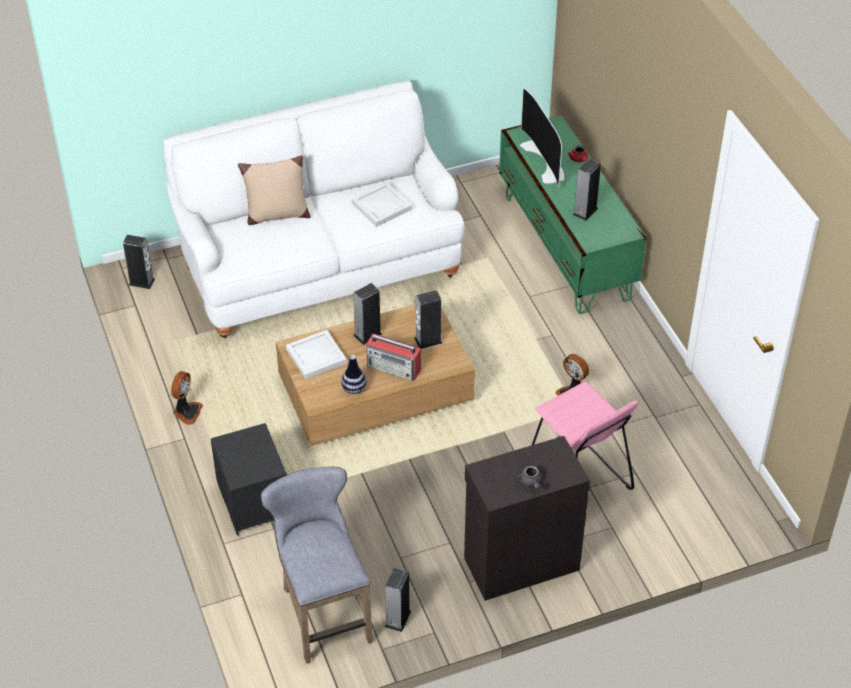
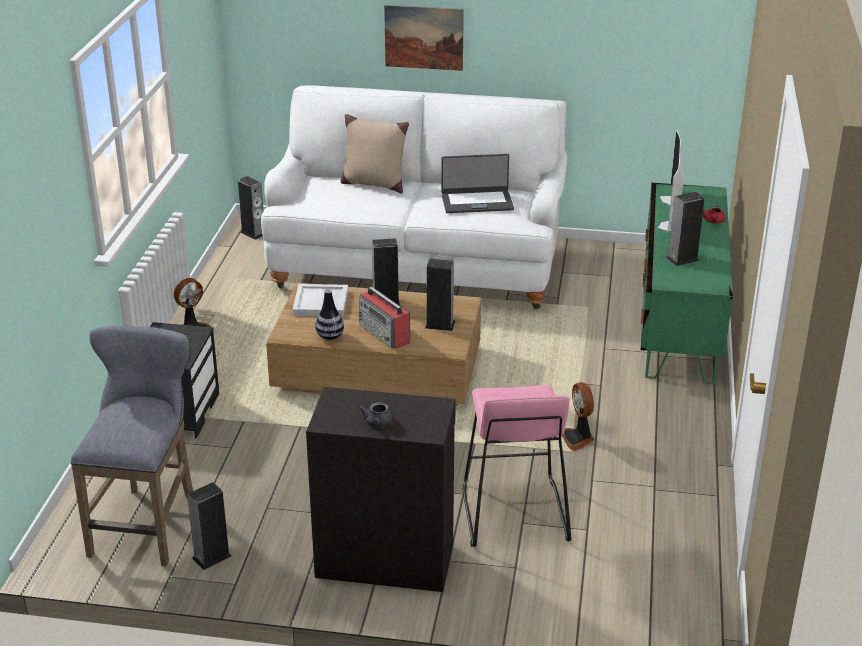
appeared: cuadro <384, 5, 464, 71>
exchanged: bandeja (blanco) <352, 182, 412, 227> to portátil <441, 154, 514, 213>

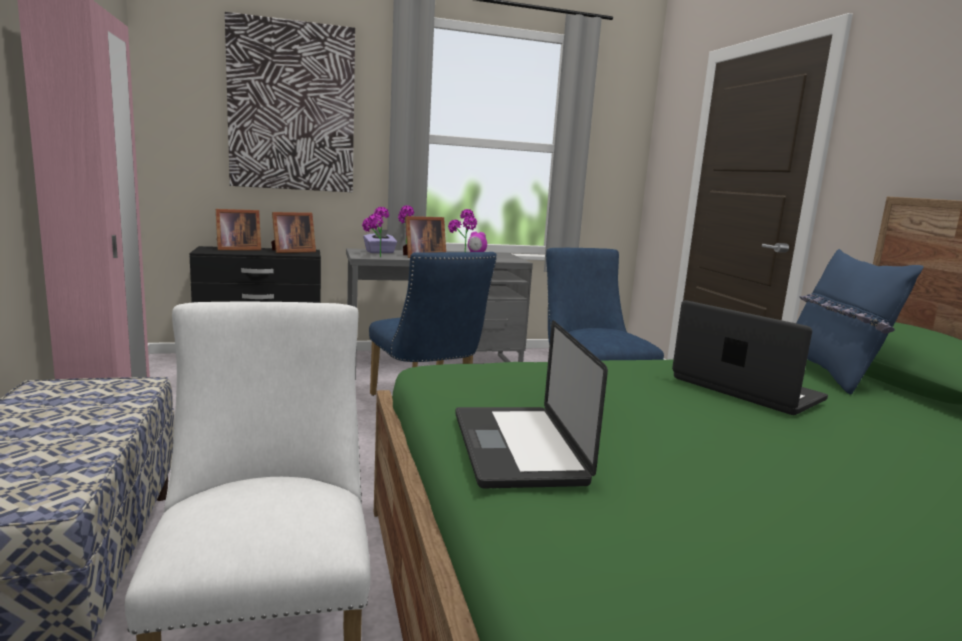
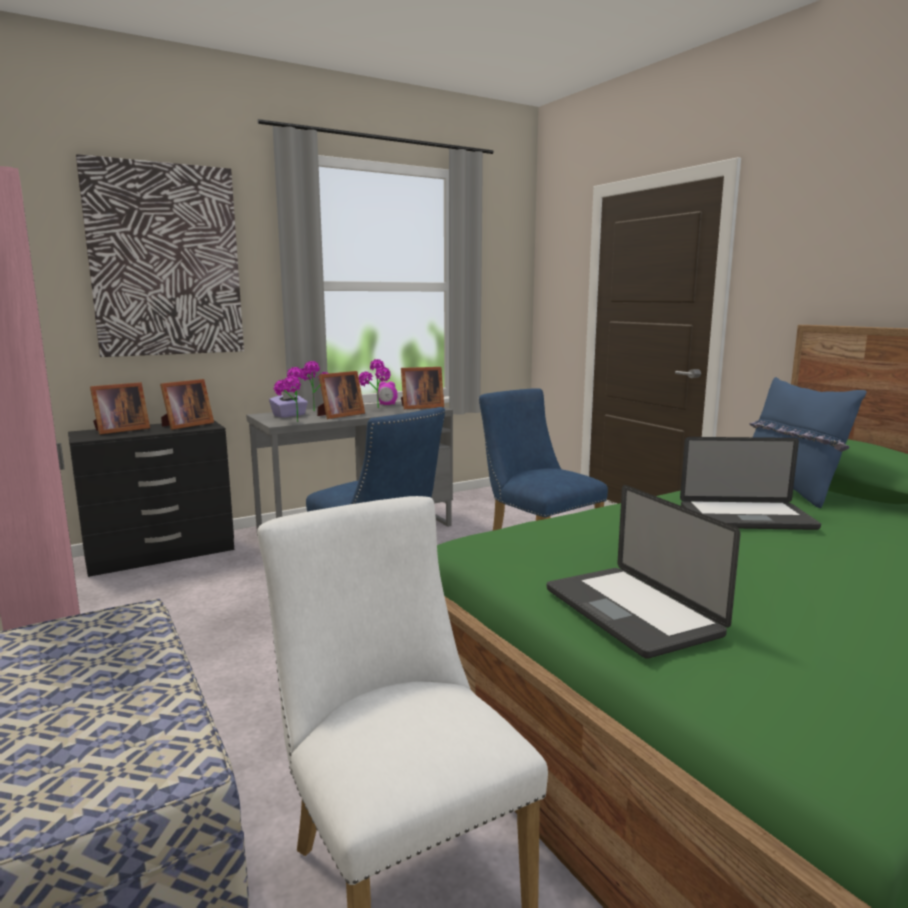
appeared: portarretratos <401, 367, 444, 409>
spun: portátil <672, 300, 828, 415> = <680, 437, 821, 530> 150 degrees clockwise

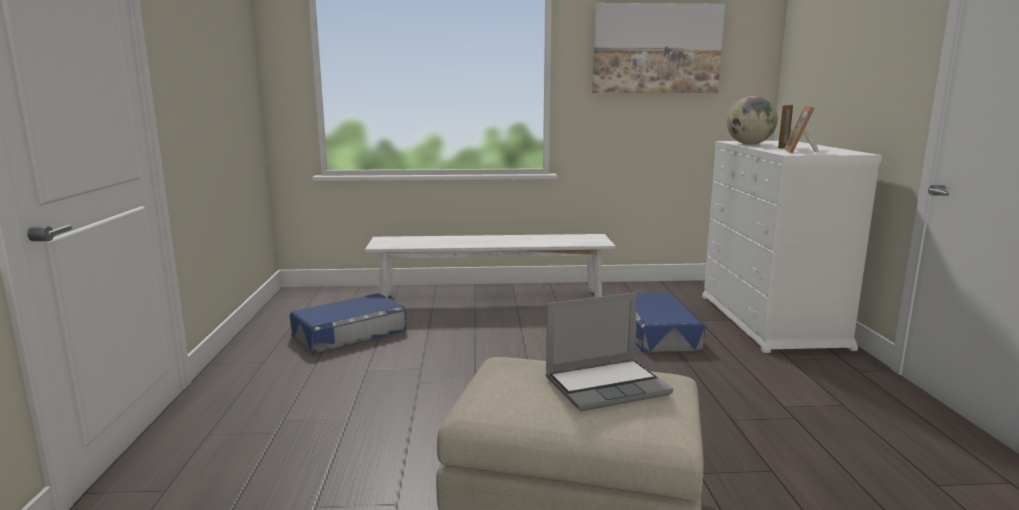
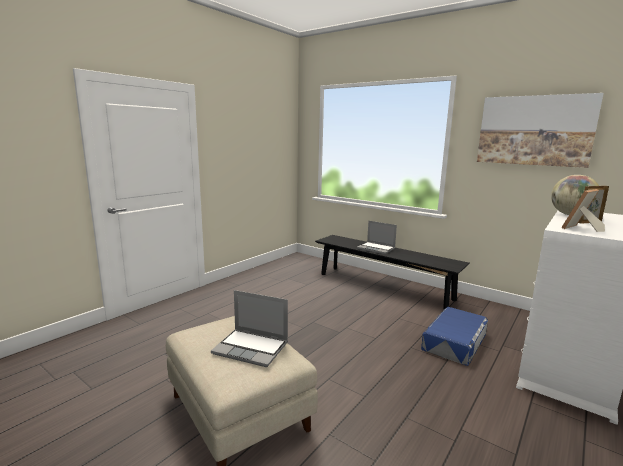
missing: caja de almacenaje (azul) <290, 293, 406, 354>
appeared: portátil <357, 221, 397, 254>
colour: banco (blanco) <365, 234, 616, 298> to banco (negro) <315, 235, 470, 309>

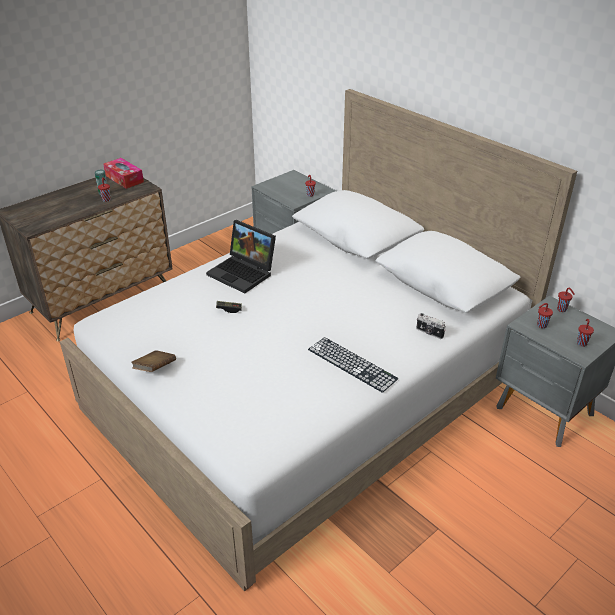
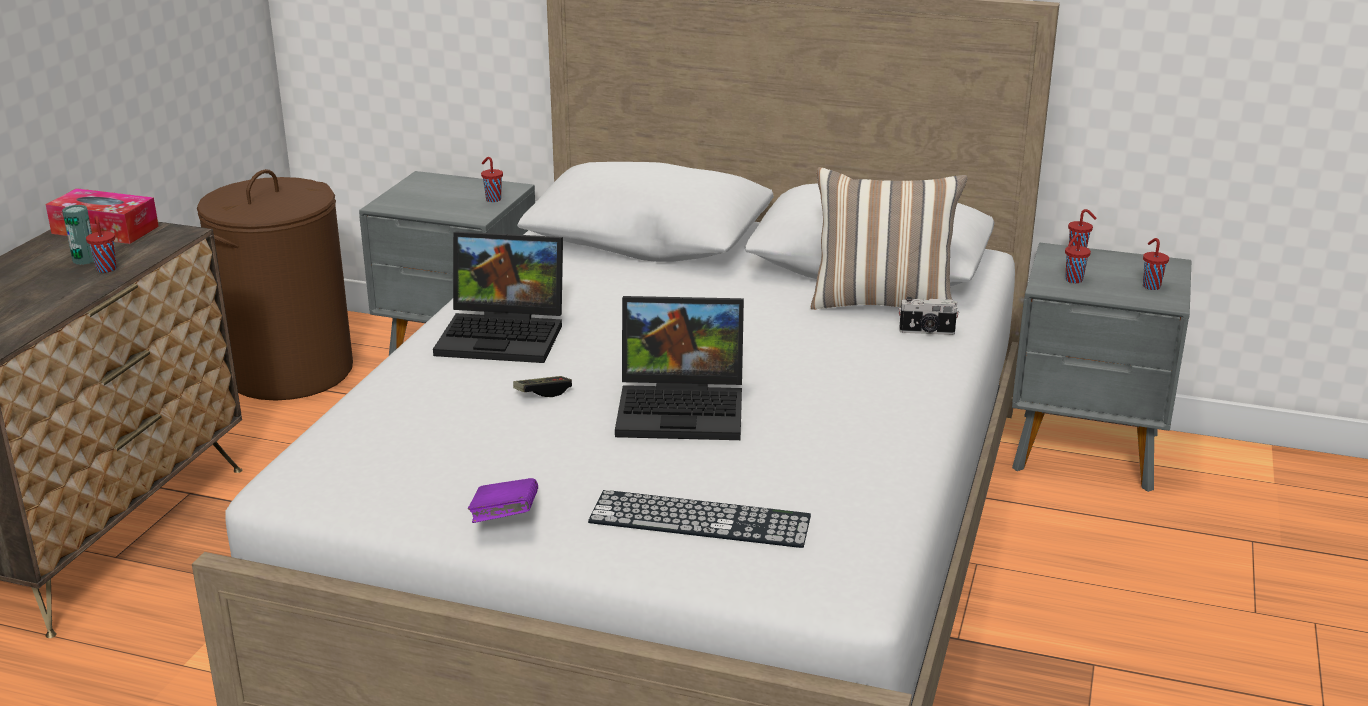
appeared: cesto de la ropa (marrón) <197, 169, 353, 401>; portátil <615, 296, 744, 440>; cojín <811, 167, 968, 310>
relocated: teclado <308, 337, 399, 393> to <588, 490, 811, 548>
colour: libro (marrón) <131, 350, 176, 372> to libro (morado) <468, 478, 538, 523>

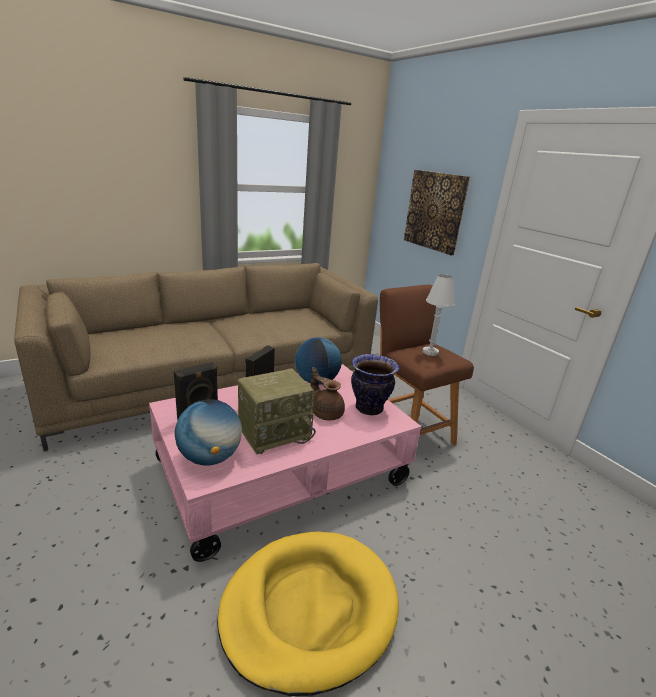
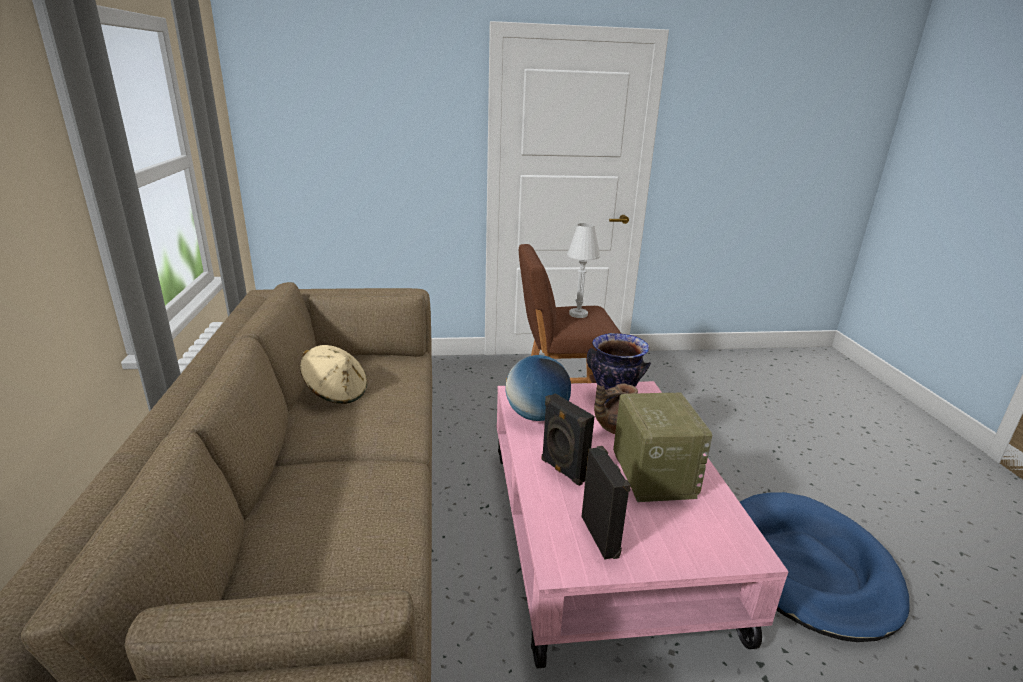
missing: globo terráqueo <175, 399, 242, 465>; cuadro <404, 170, 470, 255>
appeared: sombrero (beis) <300, 345, 367, 404>
colour: cama para perro (amarillo) <217, 532, 399, 696> to cama para perro (azul) <740, 492, 910, 642>

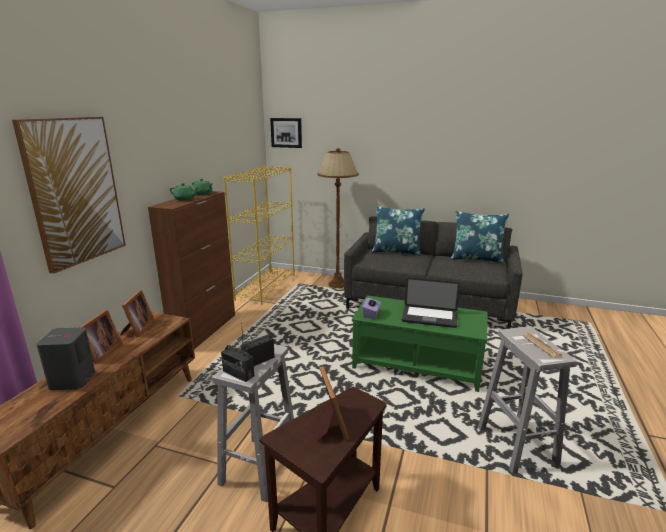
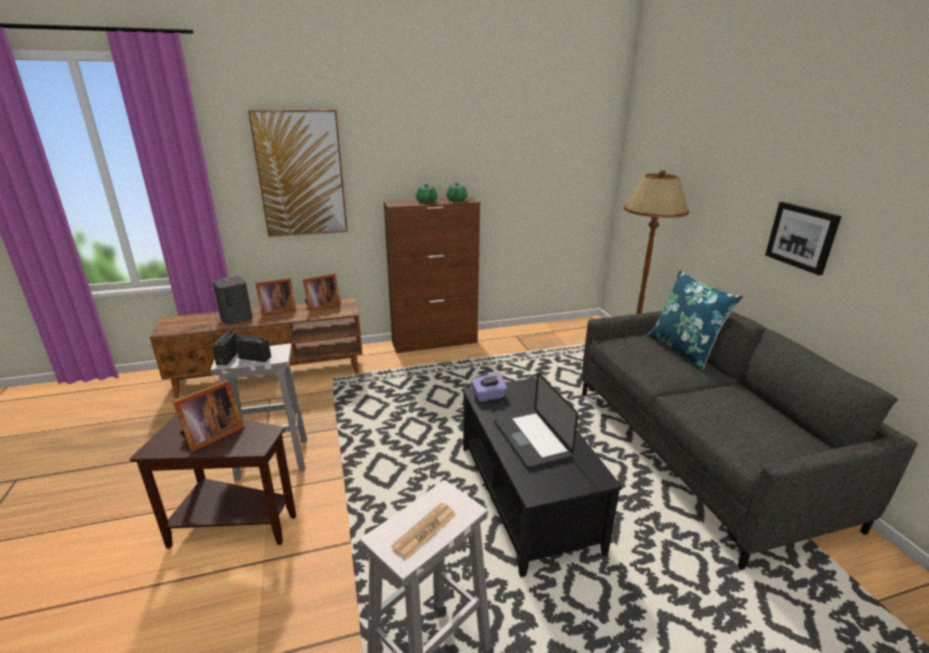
missing: estantería (amarillo) <223, 166, 295, 305>; cojín (azul) <451, 211, 509, 264>
relocated: cuadro <270, 118, 302, 148> to <765, 202, 841, 275>
colour: mesa de centro (verde) <352, 295, 488, 392> to mesa de centro (negro) <463, 378, 622, 577>

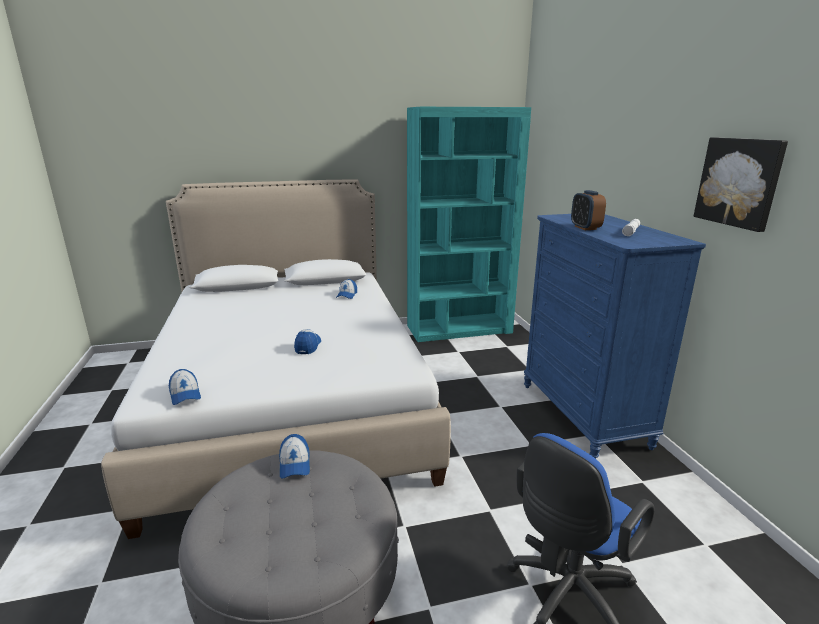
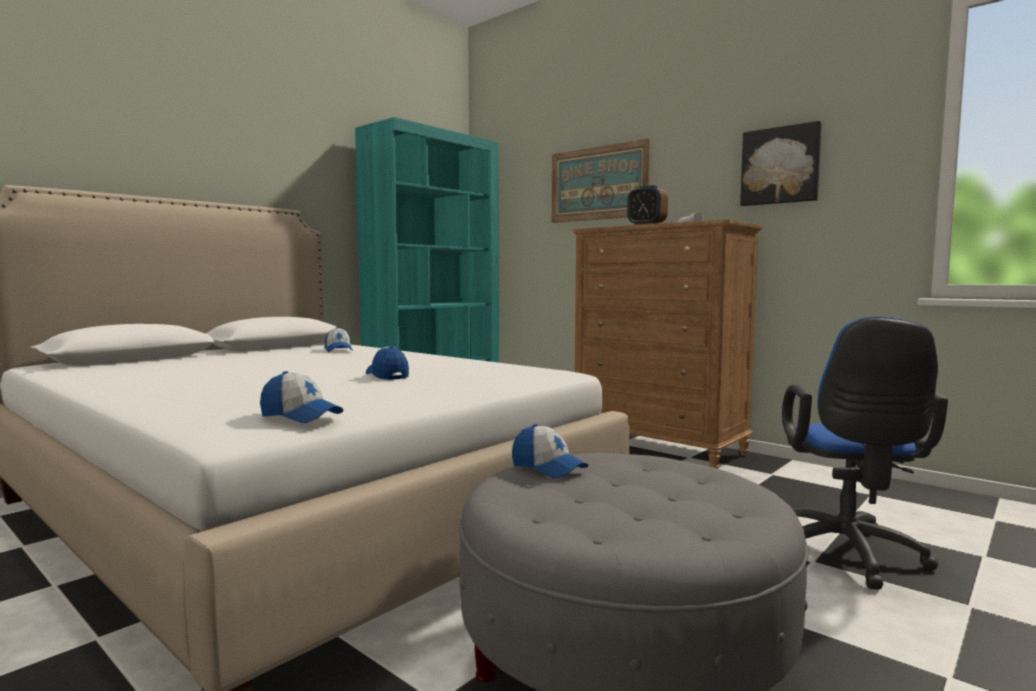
appeared: cuadro <552, 138, 651, 223>
colour: cómoda (azul) <524, 214, 706, 459> to cómoda (marrón) <573, 219, 762, 468>

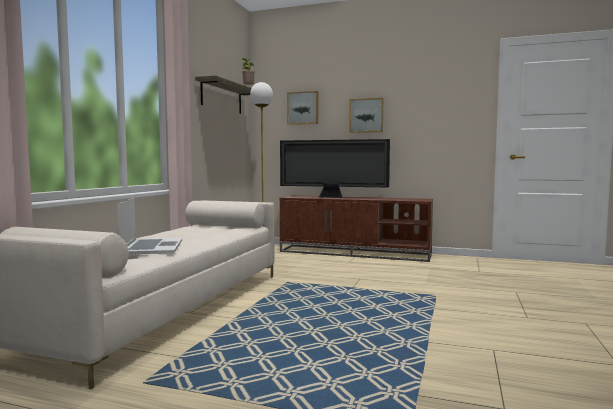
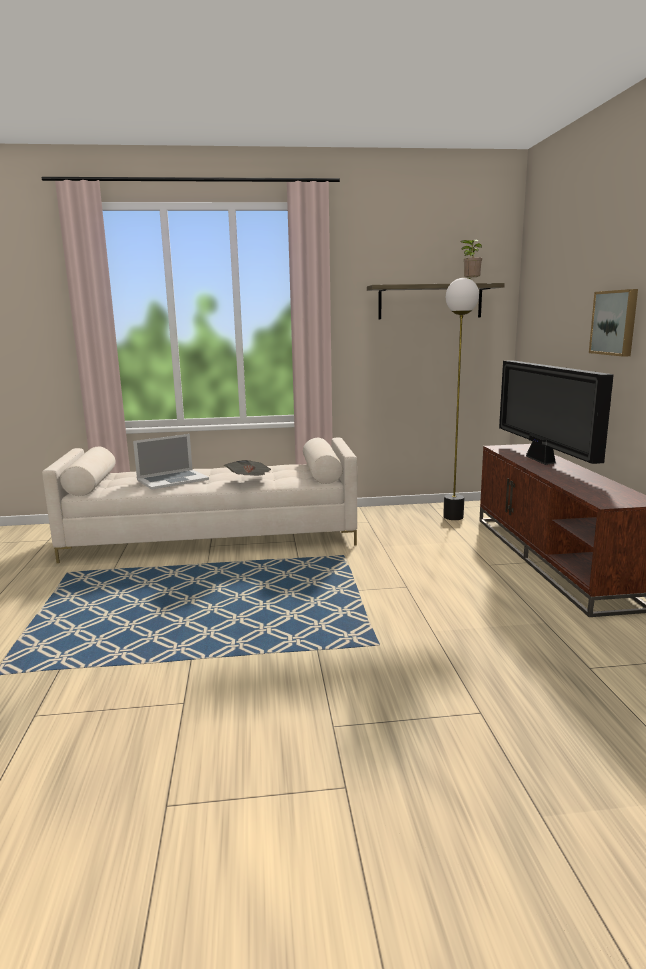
missing: cuadro <287, 91, 318, 125>
appeared: periódico <224, 460, 271, 476>

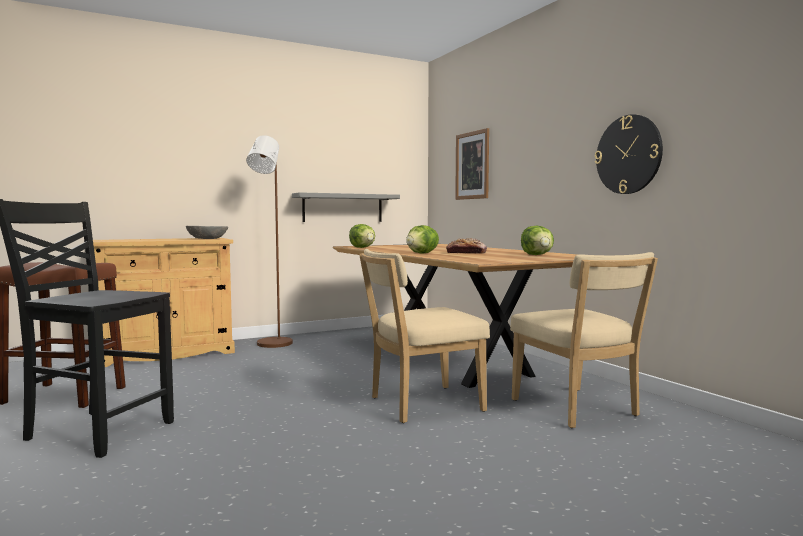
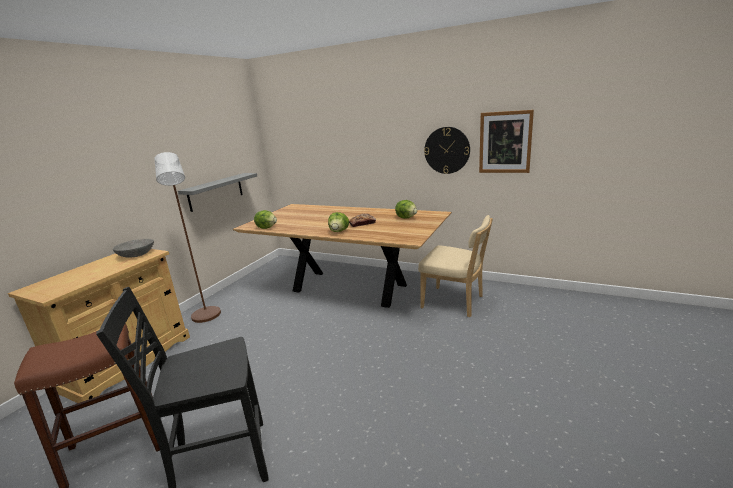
missing: silla (beis) <359, 249, 490, 423>
relocated: cuadro <455, 128, 489, 200> to <479, 110, 534, 173>

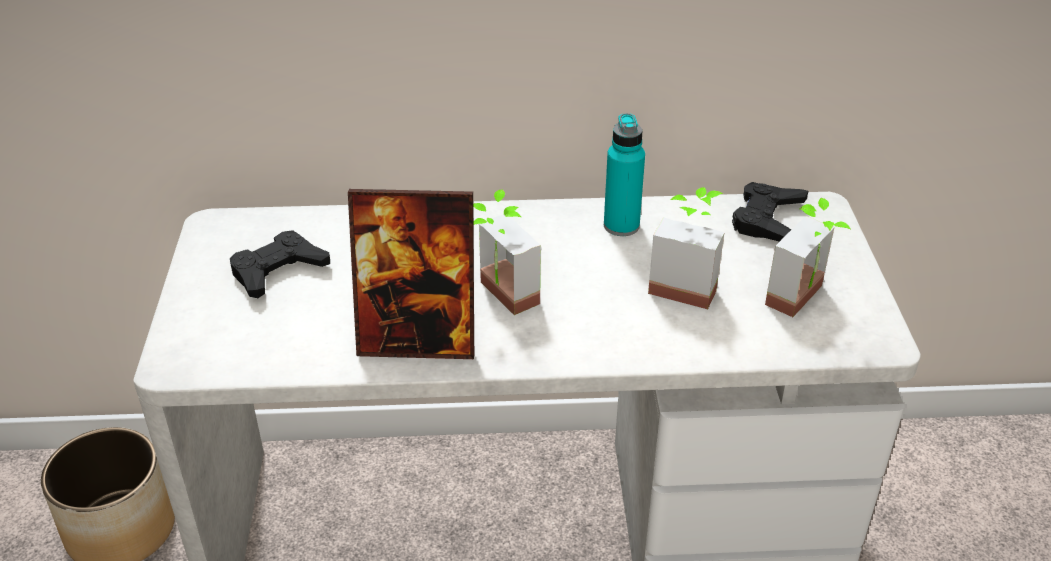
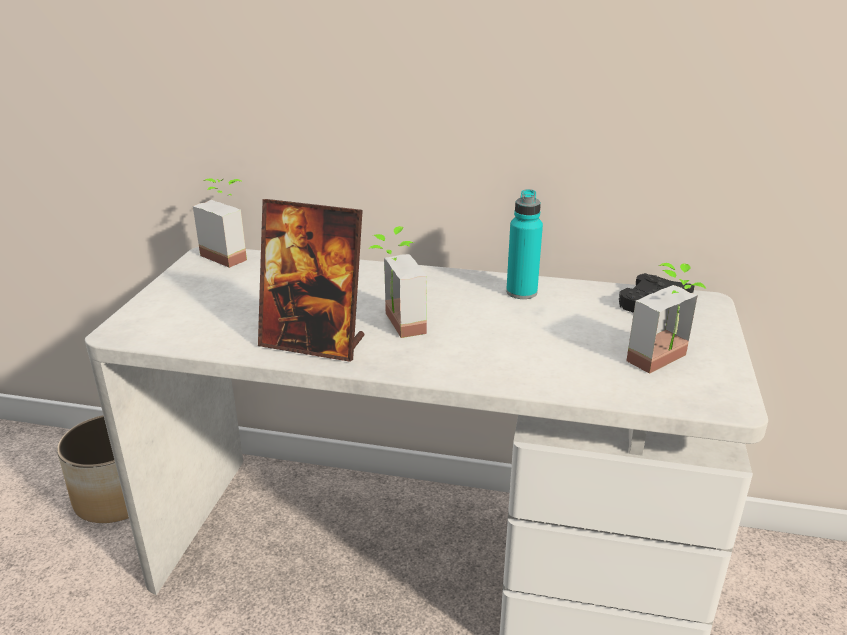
missing: mando de consola (negro) <230, 230, 330, 298>
relocated: planta en maceta <648, 187, 724, 309> to <193, 178, 247, 268>

